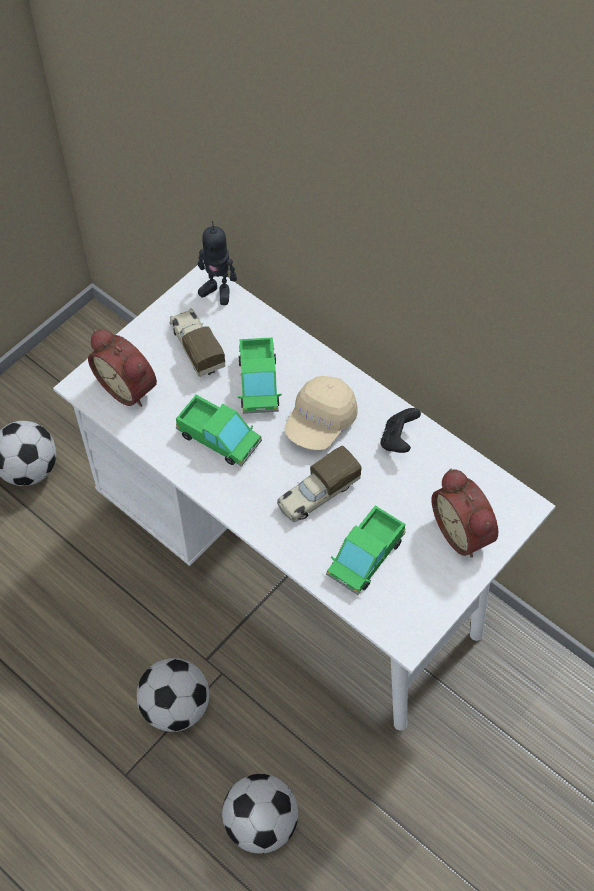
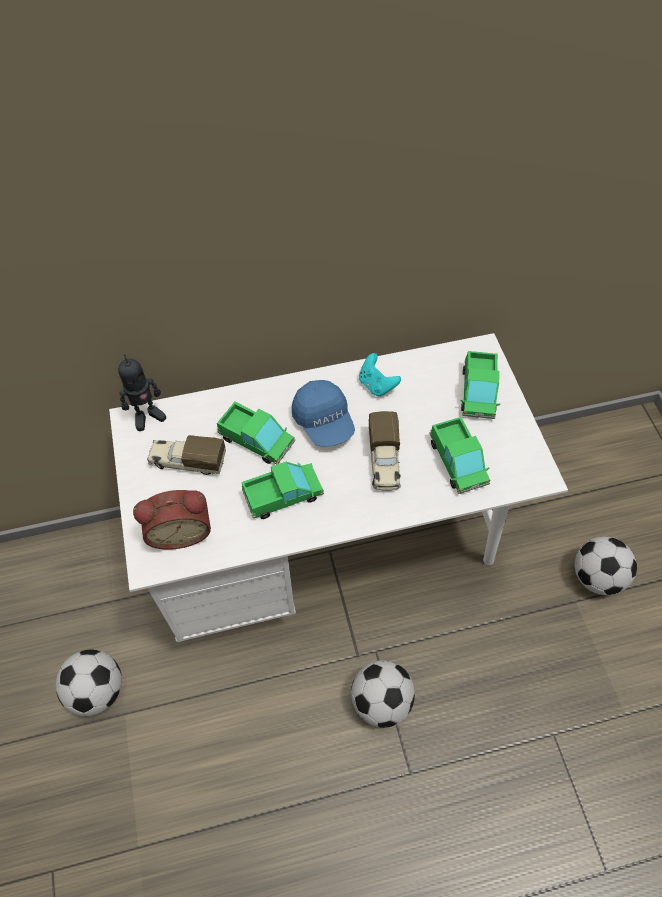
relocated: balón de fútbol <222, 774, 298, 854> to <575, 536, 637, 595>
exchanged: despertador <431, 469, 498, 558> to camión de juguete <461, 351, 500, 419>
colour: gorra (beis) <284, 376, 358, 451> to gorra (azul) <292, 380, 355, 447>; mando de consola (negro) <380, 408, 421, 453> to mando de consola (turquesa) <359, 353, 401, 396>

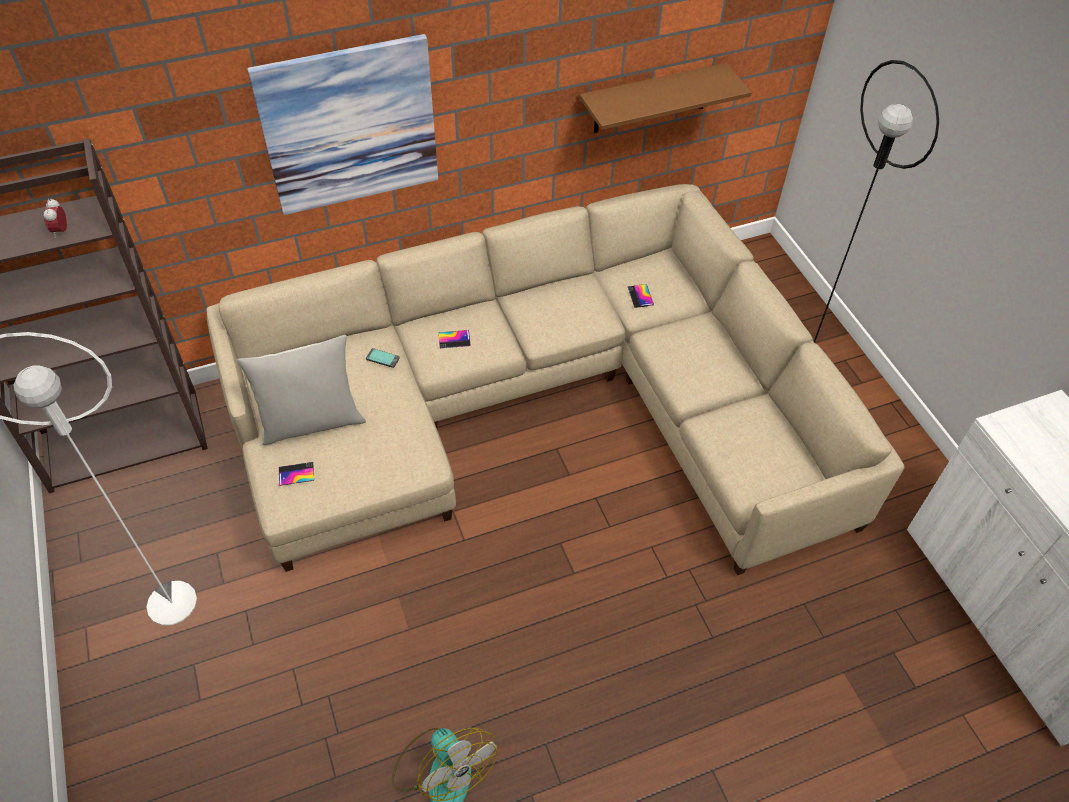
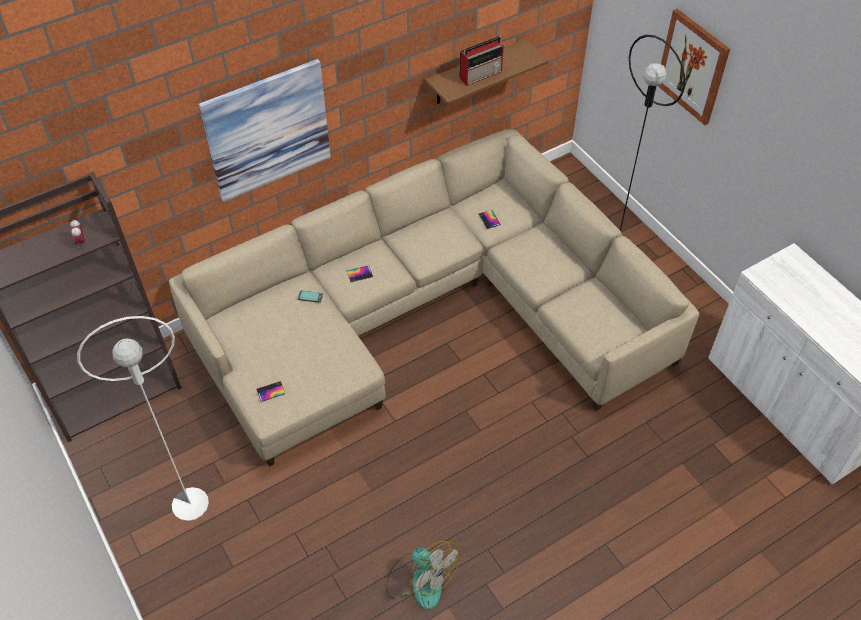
missing: cojín (gris) <236, 335, 366, 445>
appeared: radio <459, 36, 504, 86>; cuadro <658, 9, 730, 125>

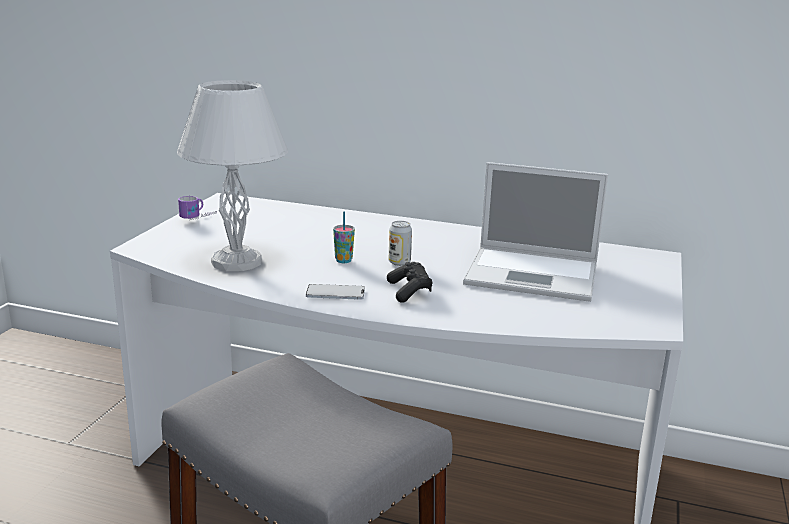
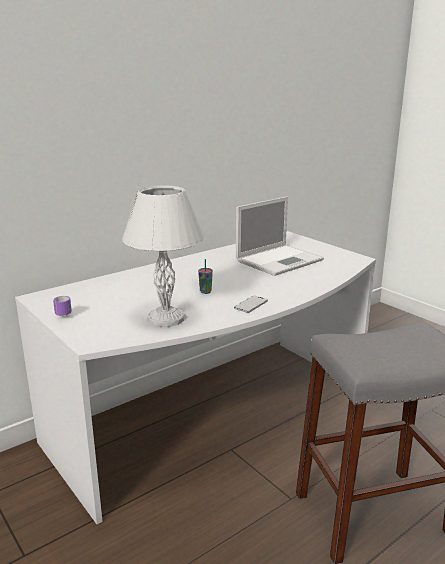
missing: mando de consola (negro) <387, 262, 432, 303>; lata <389, 221, 412, 266>

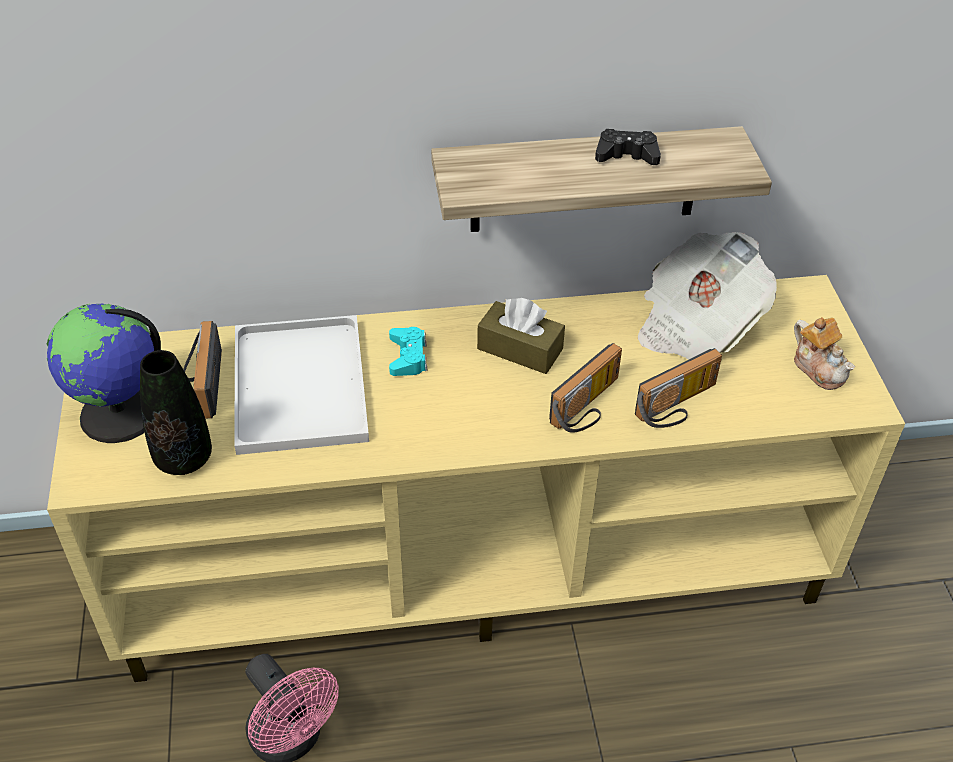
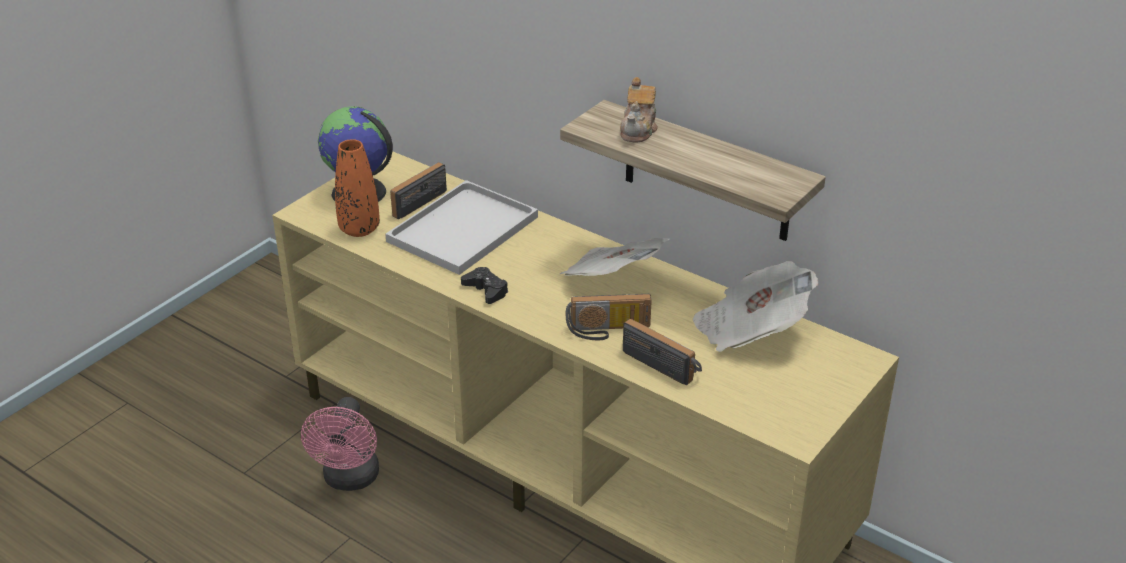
missing: mando de consola (turquesa) <389, 327, 427, 376>
relocated: mando de consola (negro) <595, 129, 661, 165> to <461, 267, 508, 304>; tetera <794, 317, 855, 390> to <620, 77, 658, 143>
exchanged: caja de pañuelos (marrón) <477, 298, 565, 374> to periódico <560, 238, 670, 276>
colour: florero (negro) <140, 350, 212, 475> to florero (naranja) <335, 139, 380, 237>
spun: radio <635, 348, 722, 428> = <623, 319, 702, 385> 150 degrees counterclockwise

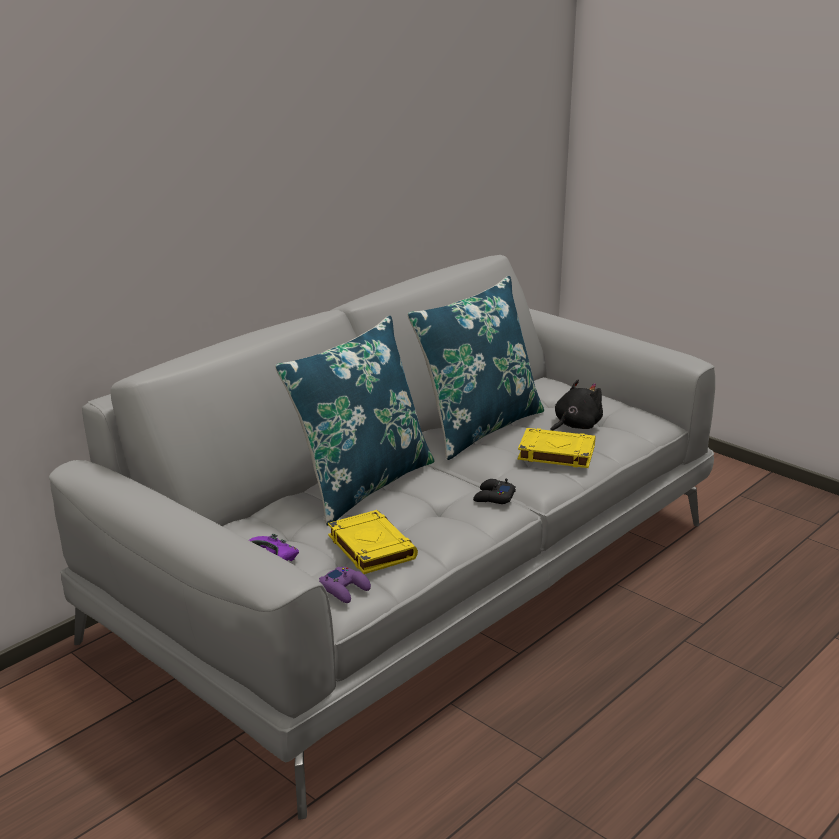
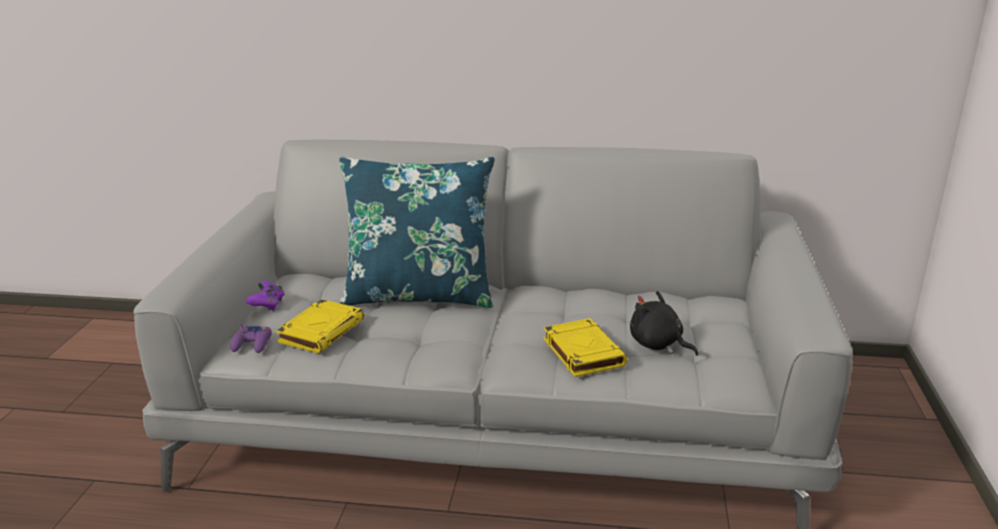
missing: cojín (azul) <407, 276, 544, 460>; mando de consola (negro) <473, 479, 516, 504>
spun: peluche (negro) <550, 380, 603, 431> = <630, 291, 698, 356> 150 degrees counterclockwise

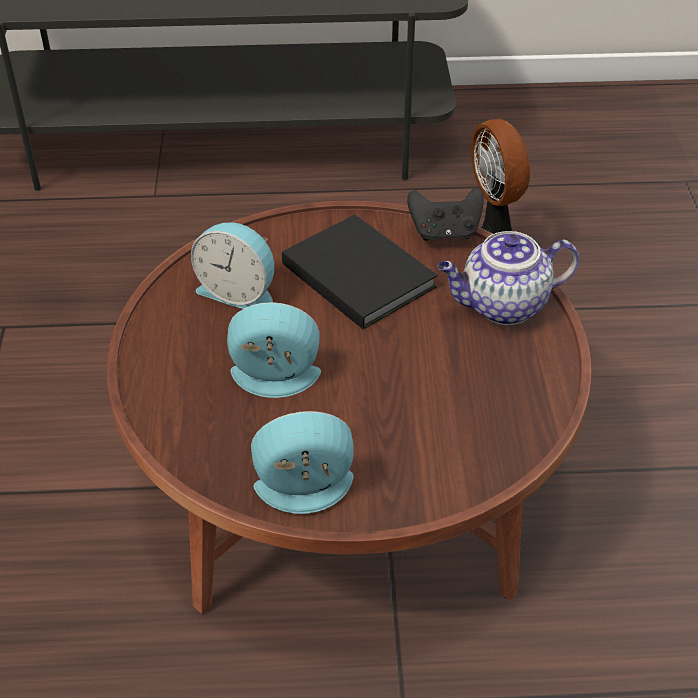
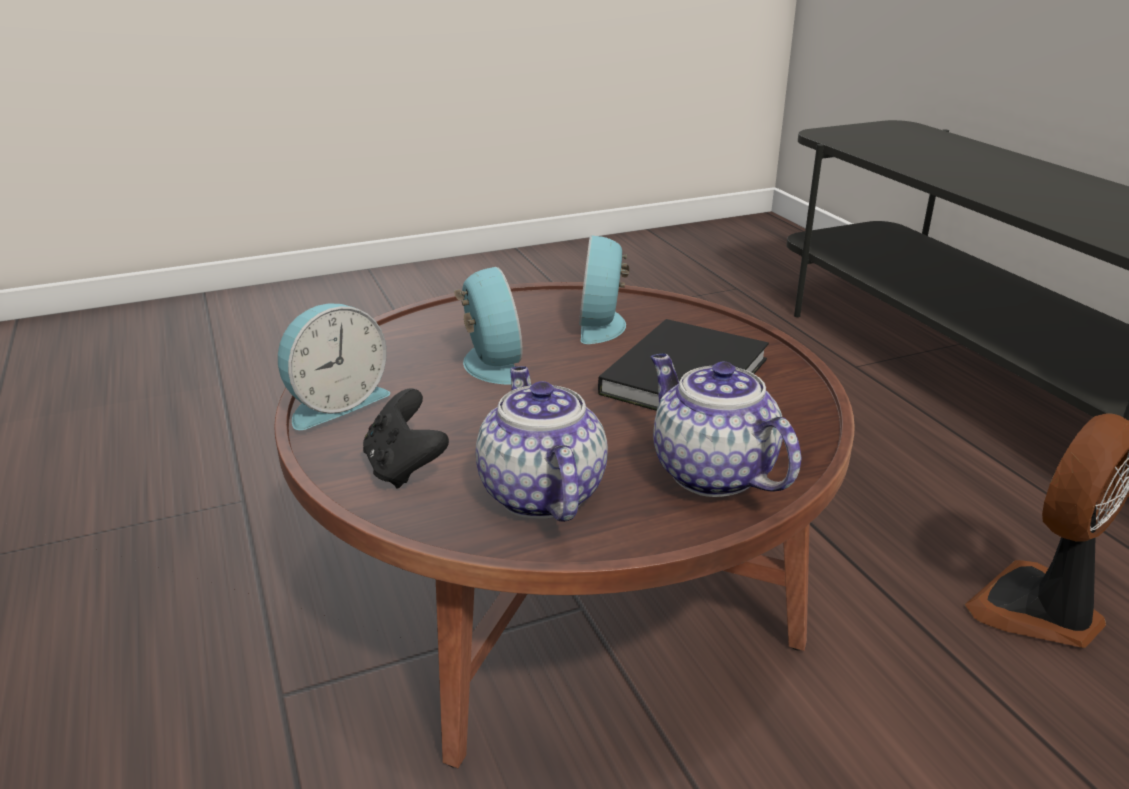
appeared: tetera <476, 366, 608, 522>
relocated: mando de consola (negro) <407, 187, 484, 241> to <363, 389, 449, 489>
spun: despertador <251, 411, 354, 514> = <278, 303, 390, 430> 75 degrees clockwise

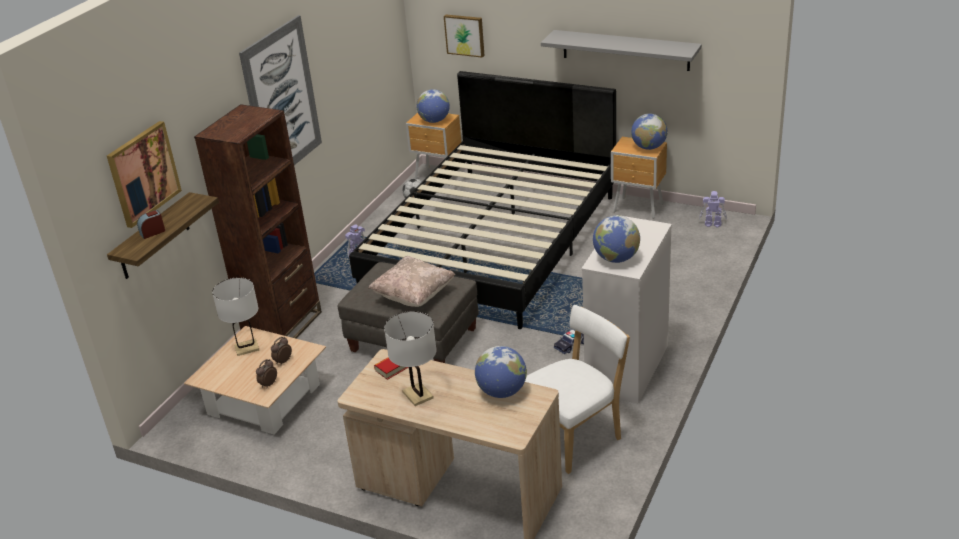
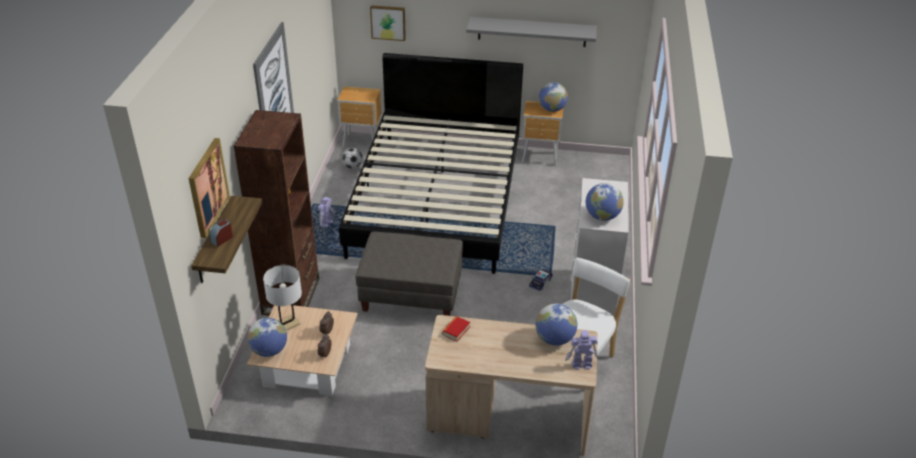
missing: cojín (beis) <368, 256, 455, 307>; lámpara de mesa (blanco) <384, 311, 437, 406>
relocated: globo terráqueo <416, 89, 450, 123> to <247, 318, 287, 357>; robot de juguete <699, 191, 727, 227> to <565, 330, 598, 370>

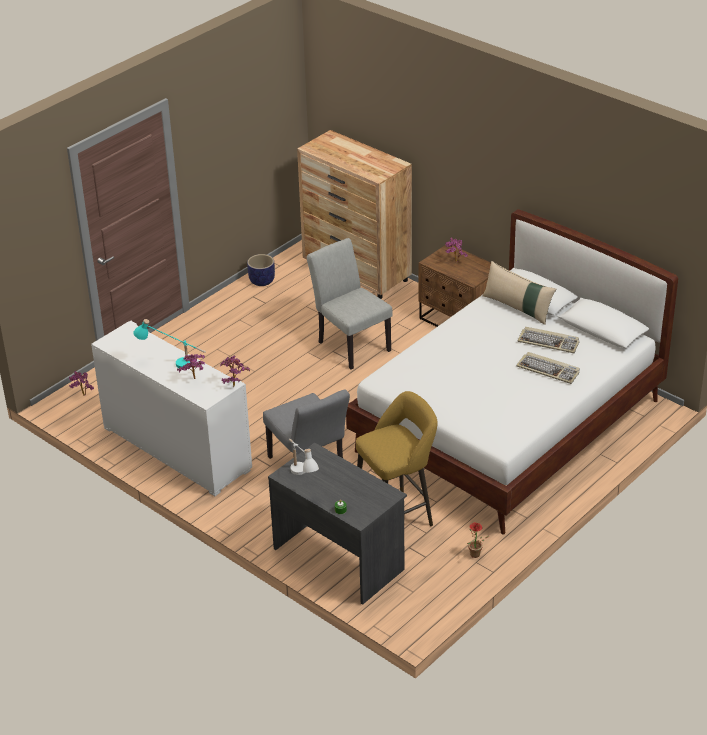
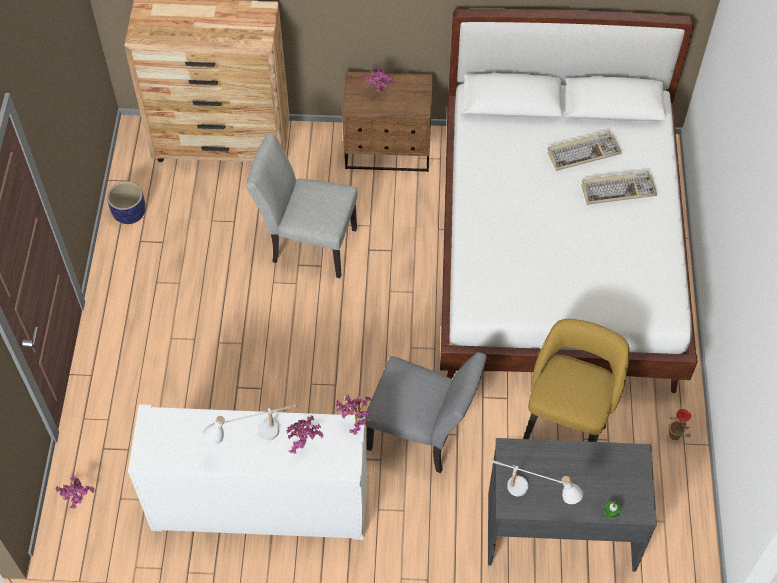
missing: cojín (beis) <483, 261, 556, 325>
colour: lámpara de mesa (turquesa) <133, 319, 206, 368> to lámpara de mesa (blanco) <203, 404, 297, 444>

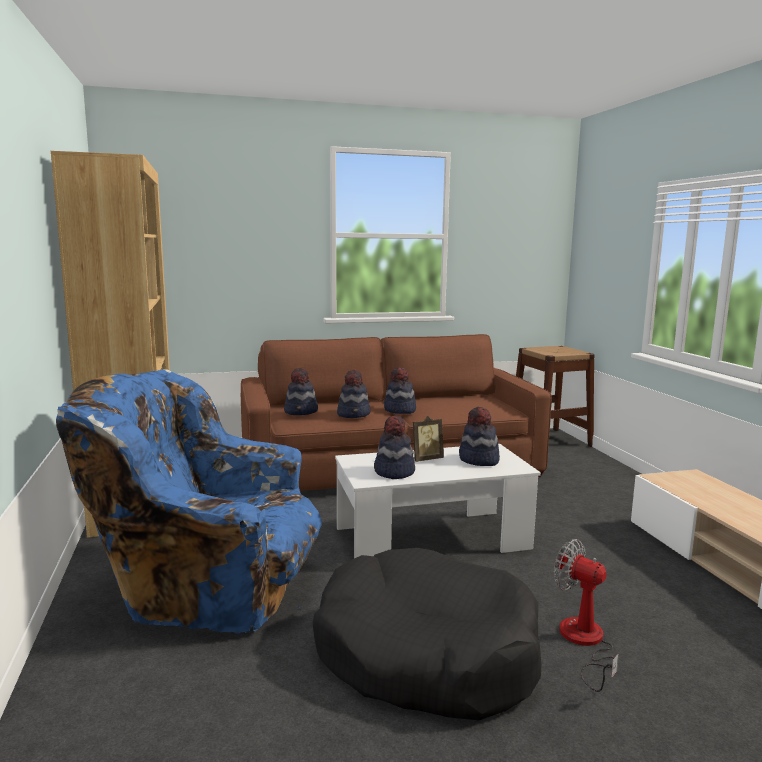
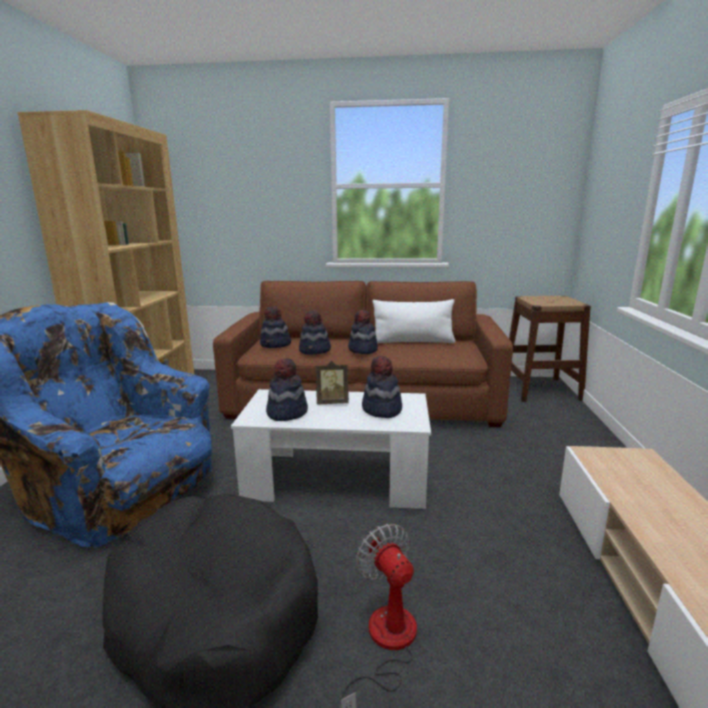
appeared: cojín (blanco) <372, 299, 455, 343>

